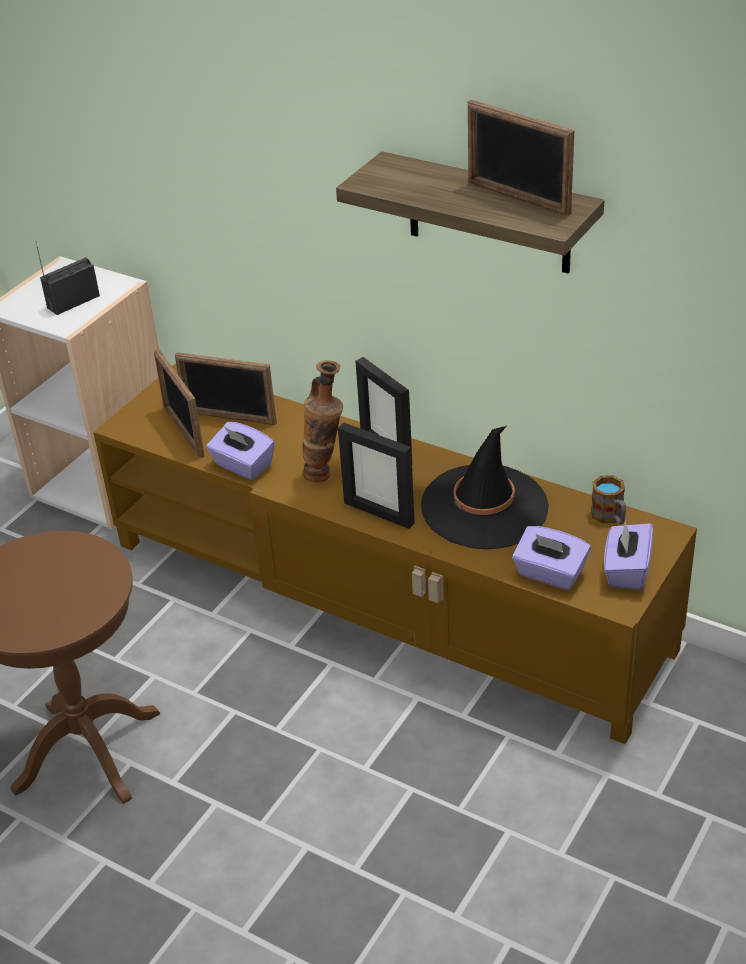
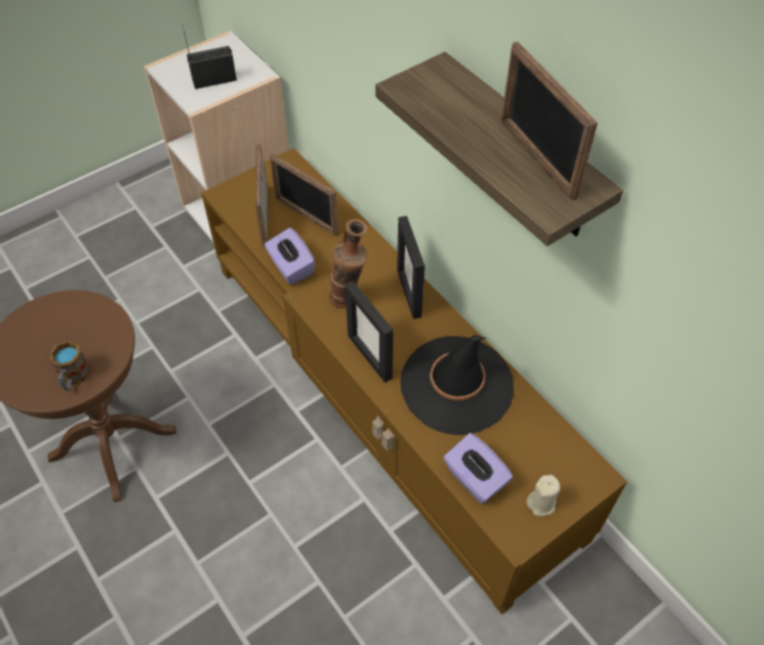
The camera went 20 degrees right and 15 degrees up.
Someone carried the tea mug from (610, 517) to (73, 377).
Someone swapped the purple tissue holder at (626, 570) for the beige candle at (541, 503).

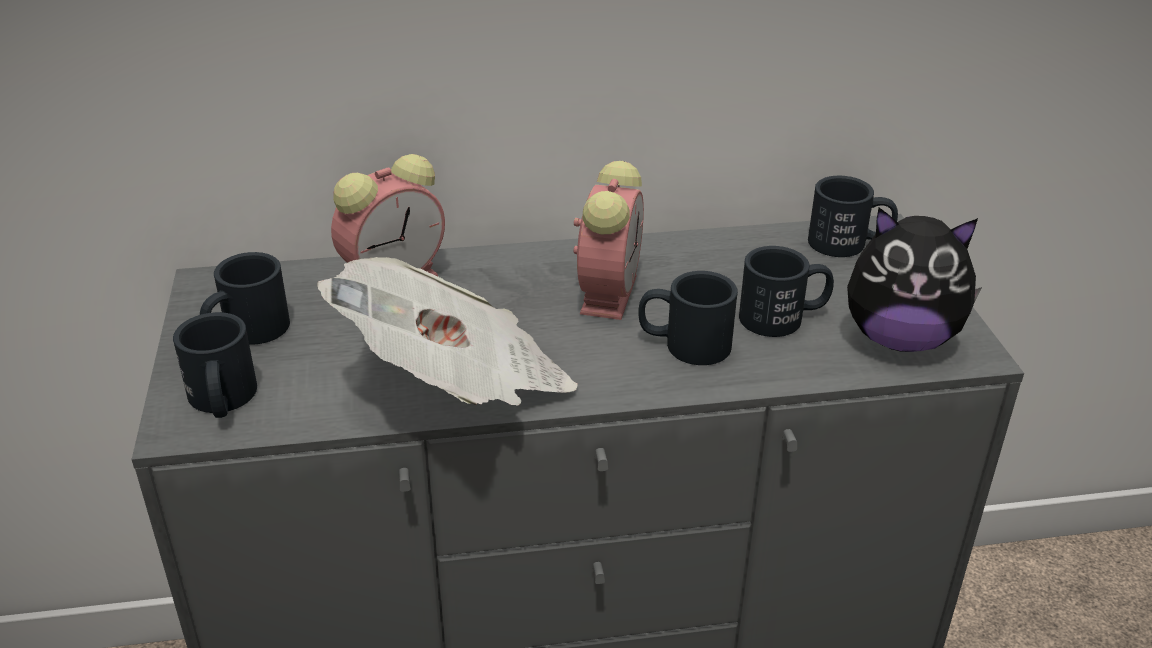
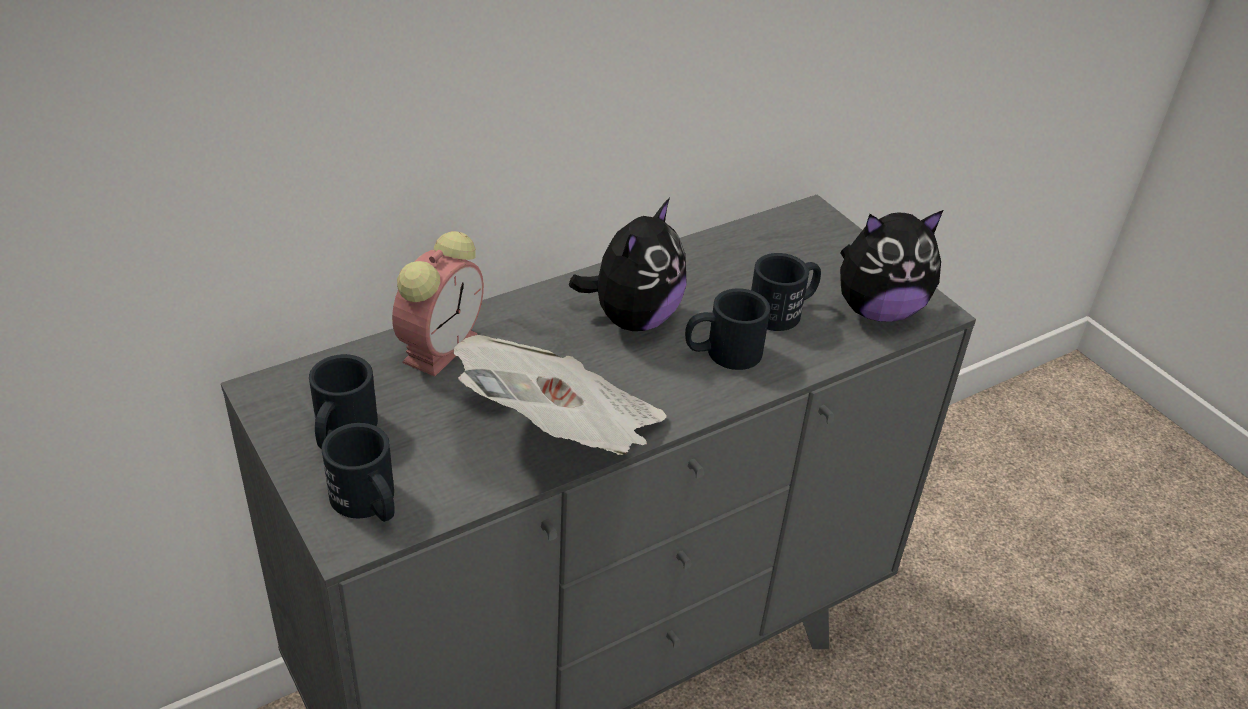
The camera went 25 degrees left and 5 degrees up.
Someone took away the black tea mug at (849, 243).
Someone swapped the bedside clock at (608, 292) for the soft toy at (633, 318).

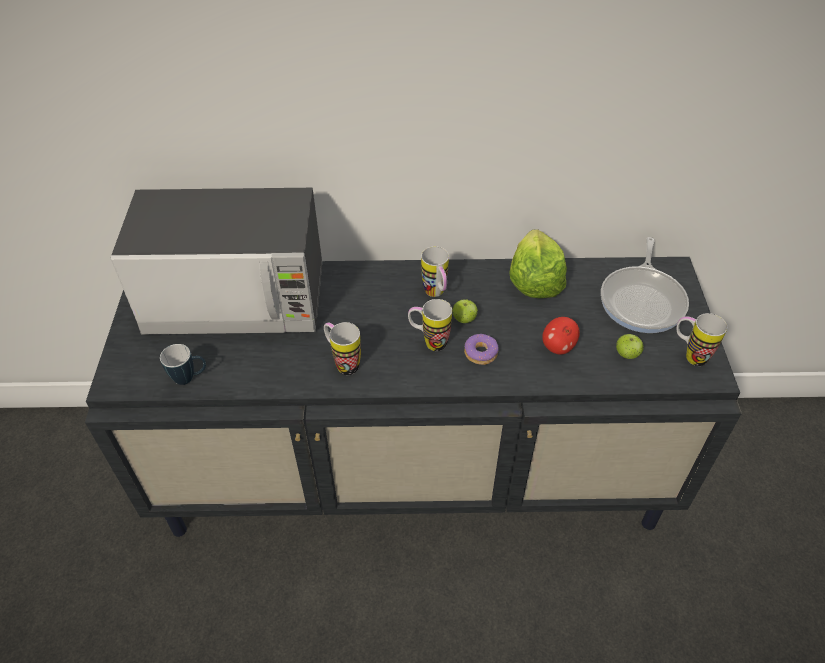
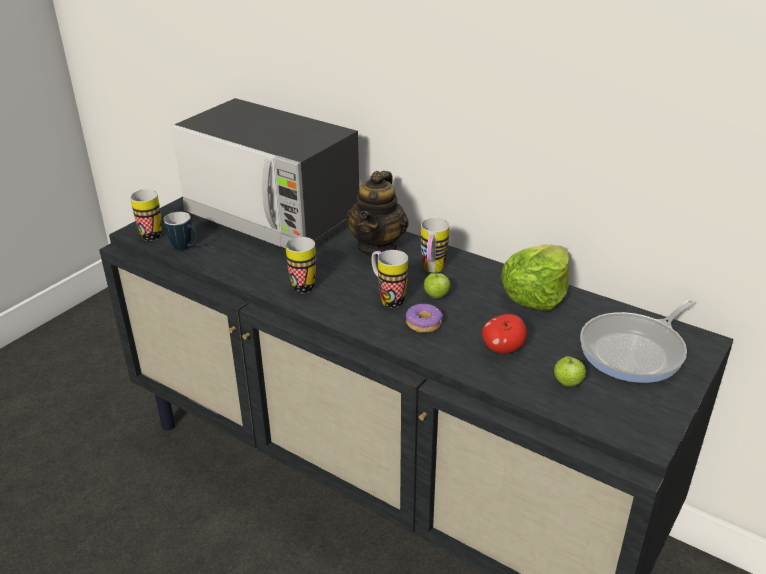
The camera went 35 degrees right and 15 degrees down.
Someone put down the tea pot at (378, 247).
Someone carried the tea mug from (689, 355) to (150, 233).

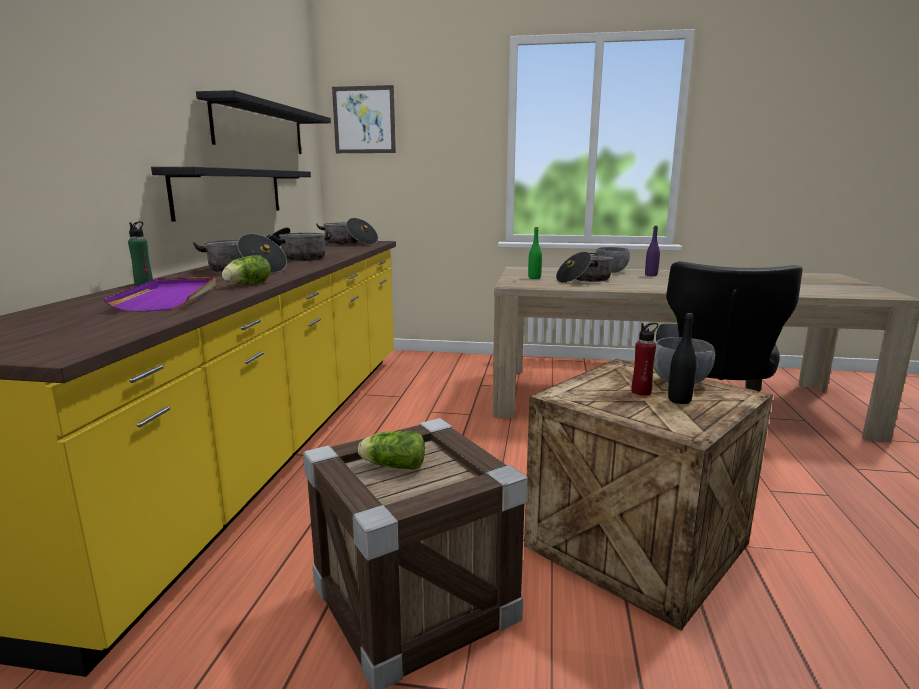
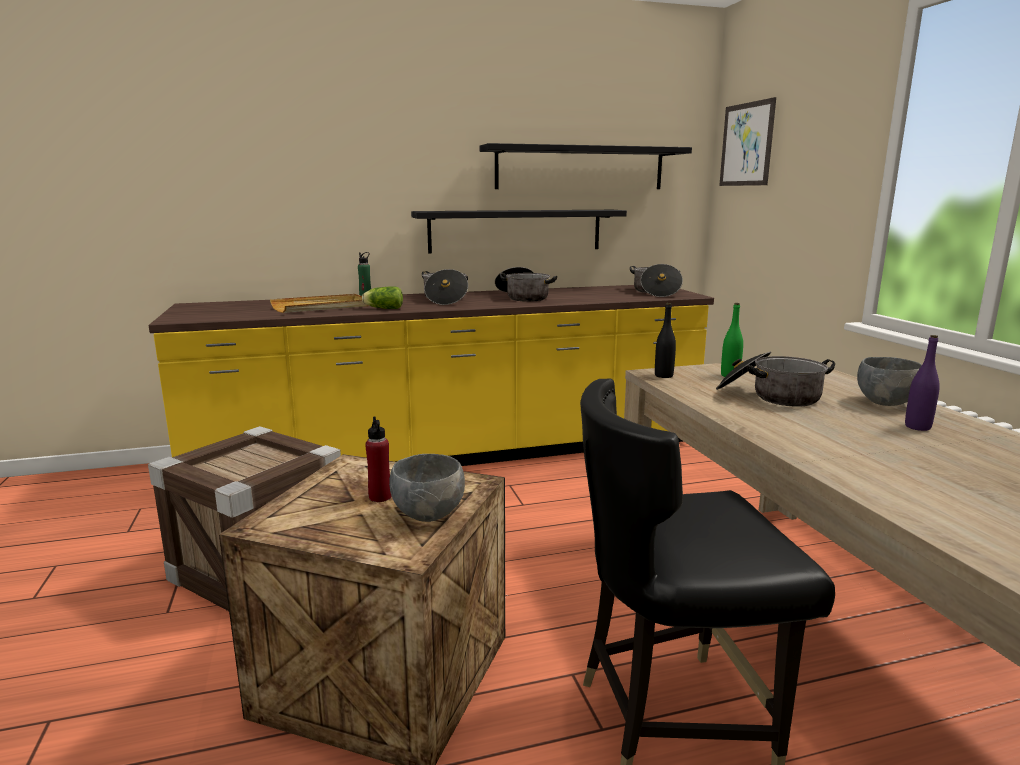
The camera went 65 degrees right and 0 degrees up.
Someone took away the lettuce at (391, 466).
Someone carried the black beverage bottle from (679, 400) to (663, 376).
Someone repainted the purple carrying tray at (170, 297), which became the beige carrying tray at (322, 307).

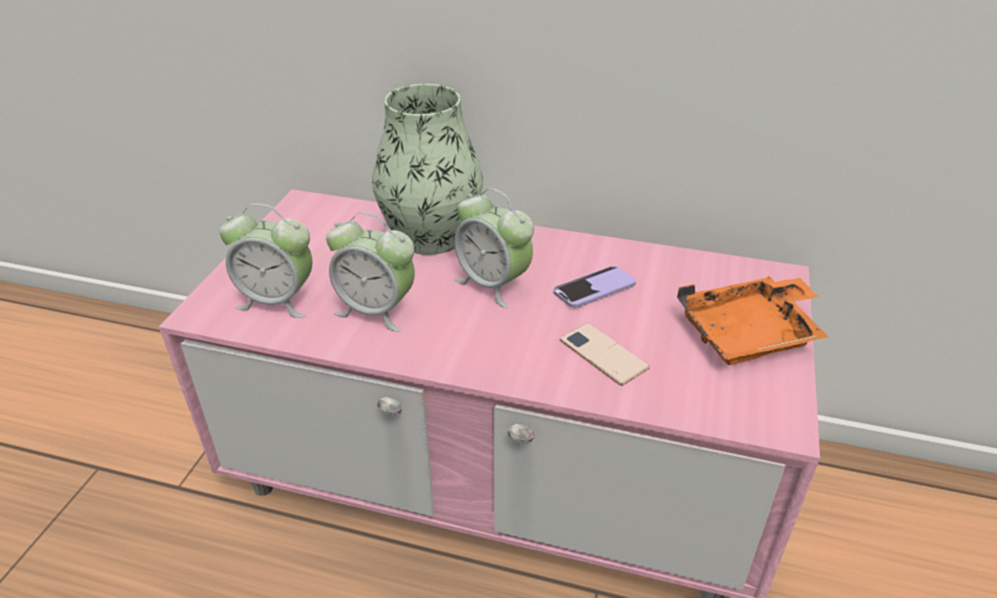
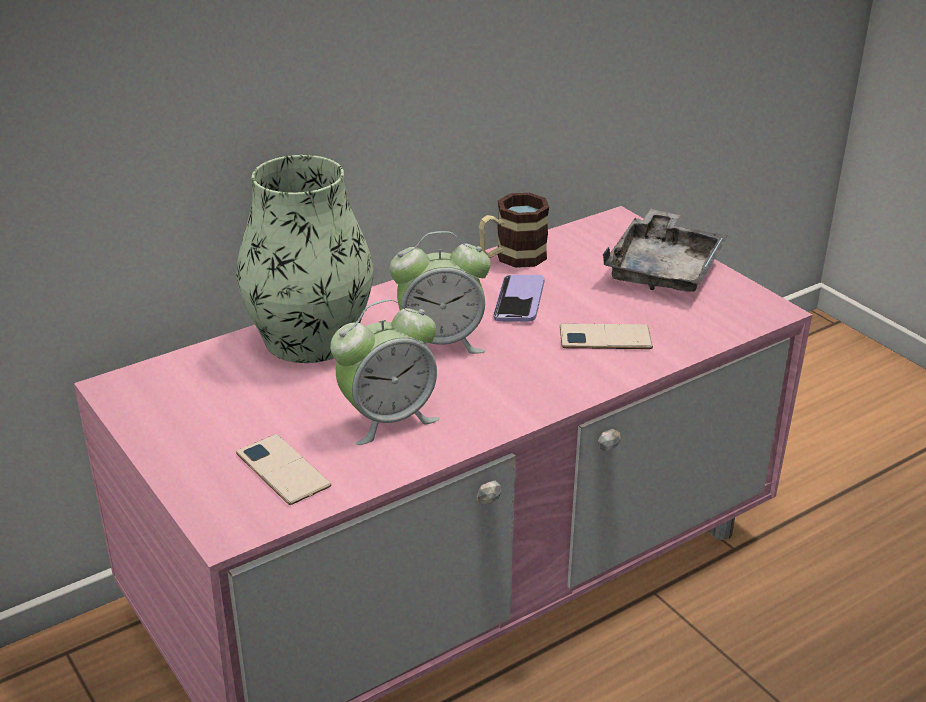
The camera went 50 degrees left and 5 degrees down.
Someone put down the tea mug at (511, 258).
Someone swapped the bedside clock at (278, 300) for the handset at (283, 470).
Someone repainted the orange-coloured carrying tray at (749, 334), which became the gray carrying tray at (664, 269).

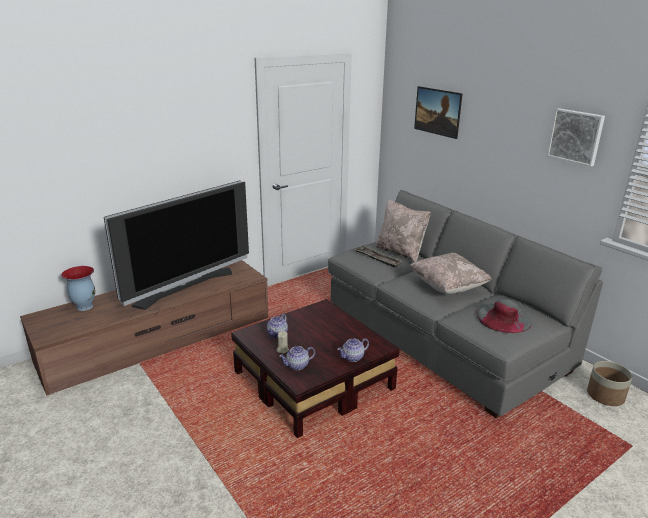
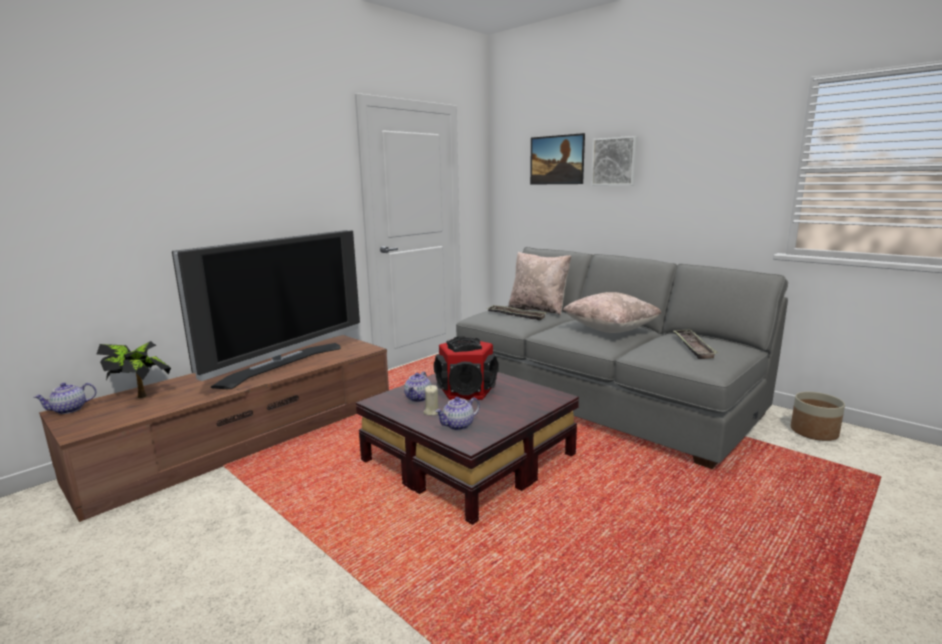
The camera went 10 degrees left and 10 degrees down.
Someone put down the audio speaker at (467, 391).
Someone carried the tea pot from (352, 357) to (69, 410).
Someone carried the wall art from (576, 136) to (614, 161).
Someone swapped the flower vase at (84, 307) for the houseplant at (140, 394).
Someone swapped the gray hat at (503, 318) for the carrying tray at (693, 347).

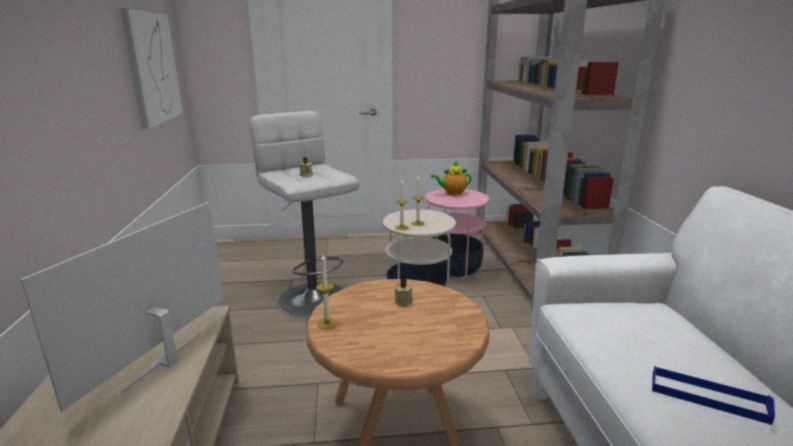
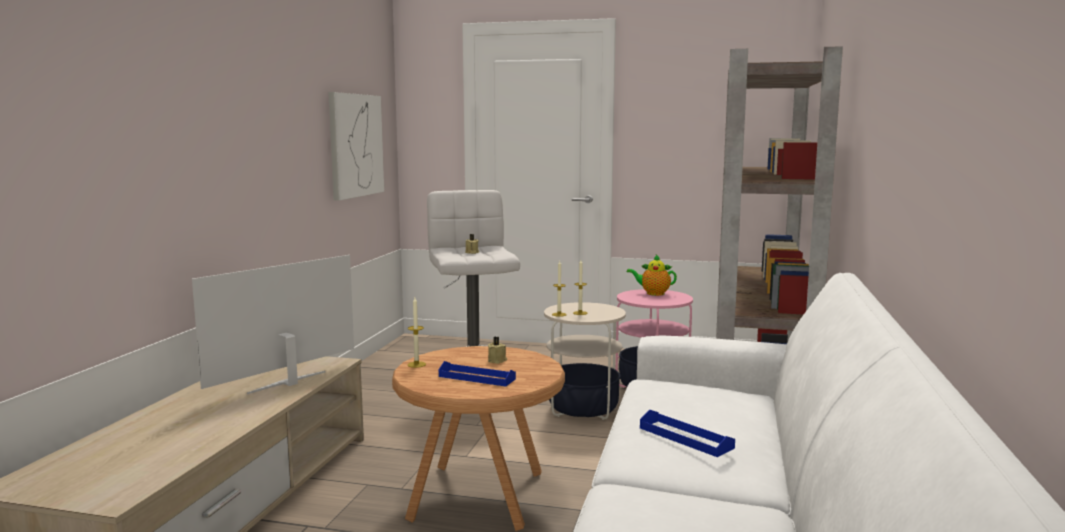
The camera went 20 degrees right and 10 degrees down.
Someone put down the blue-coloured carrying tray at (477, 378).

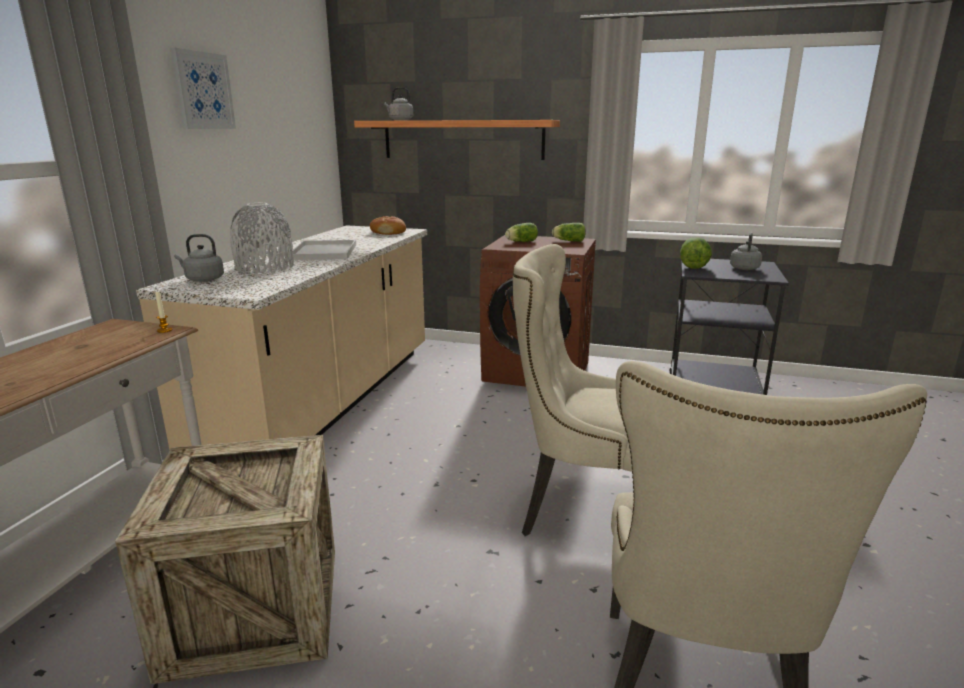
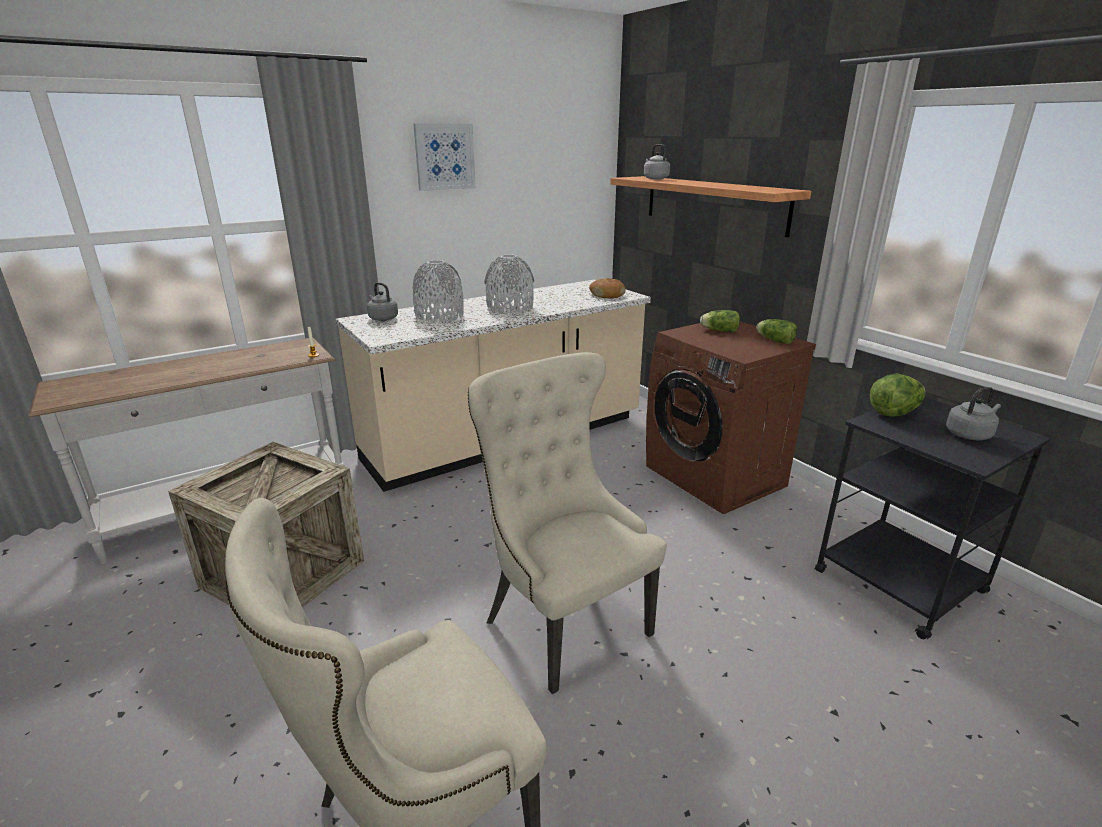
The camera went 40 degrees right and 5 degrees up.
Someone swapped the whitish carrying tray at (323, 251) for the gray flower vase at (510, 307).

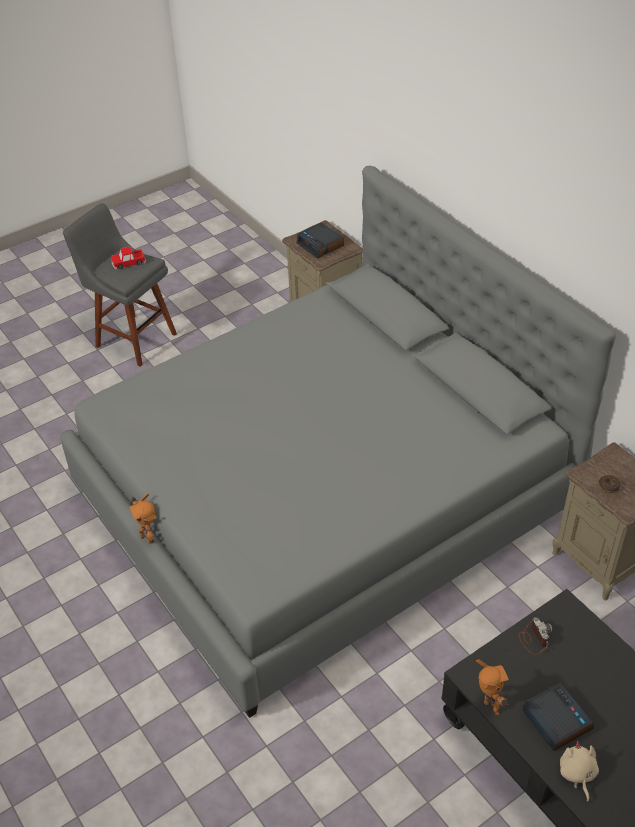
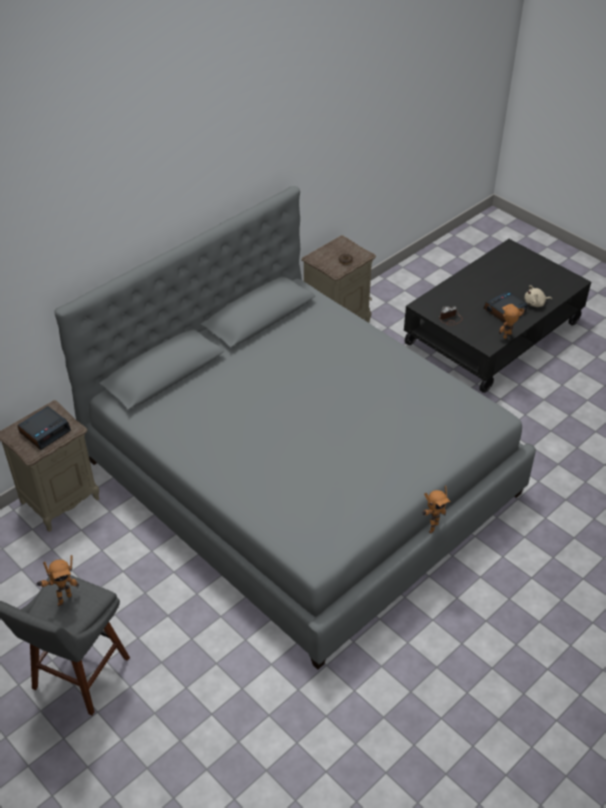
The camera went 100 degrees left and 0 degrees up.
Someone swapped the toy car at (128, 262) for the toy robot at (62, 598).

